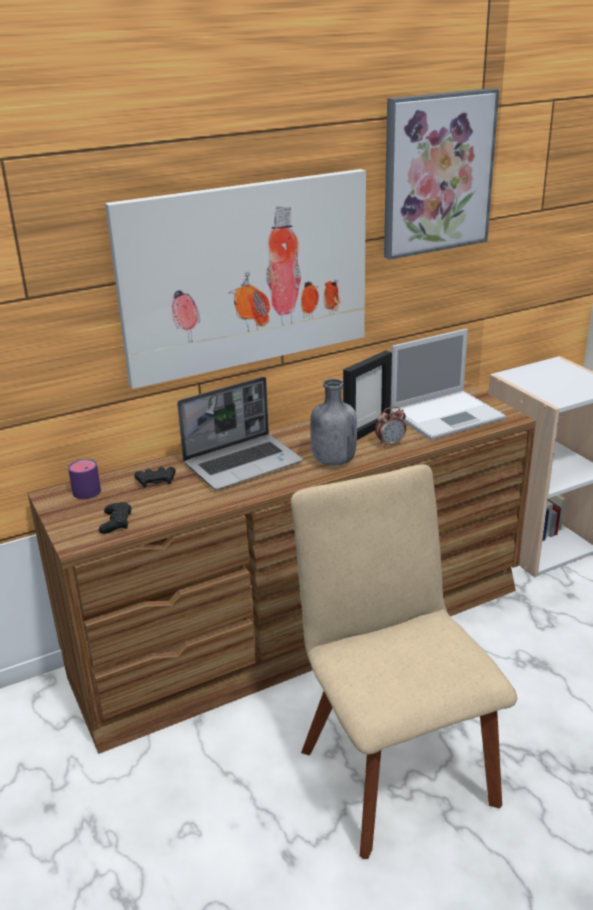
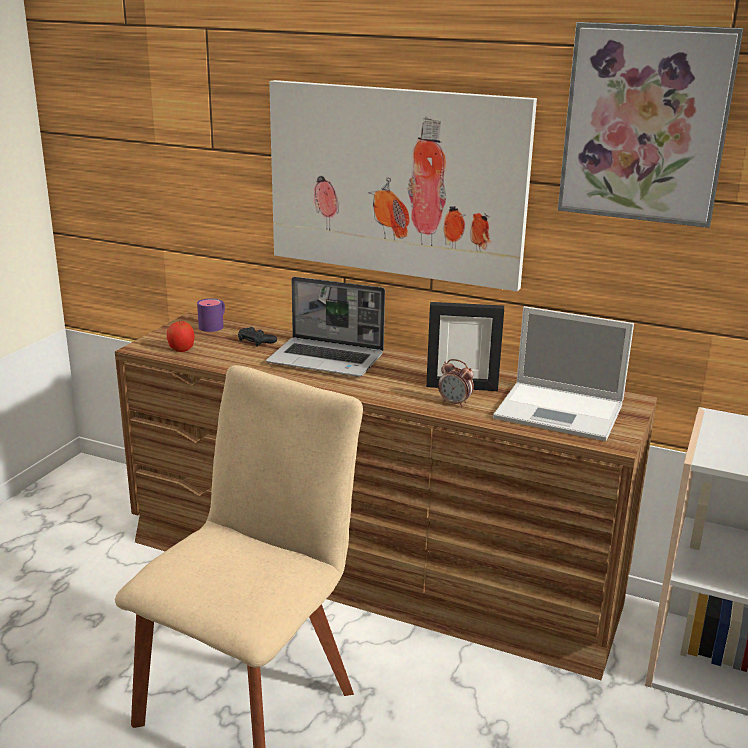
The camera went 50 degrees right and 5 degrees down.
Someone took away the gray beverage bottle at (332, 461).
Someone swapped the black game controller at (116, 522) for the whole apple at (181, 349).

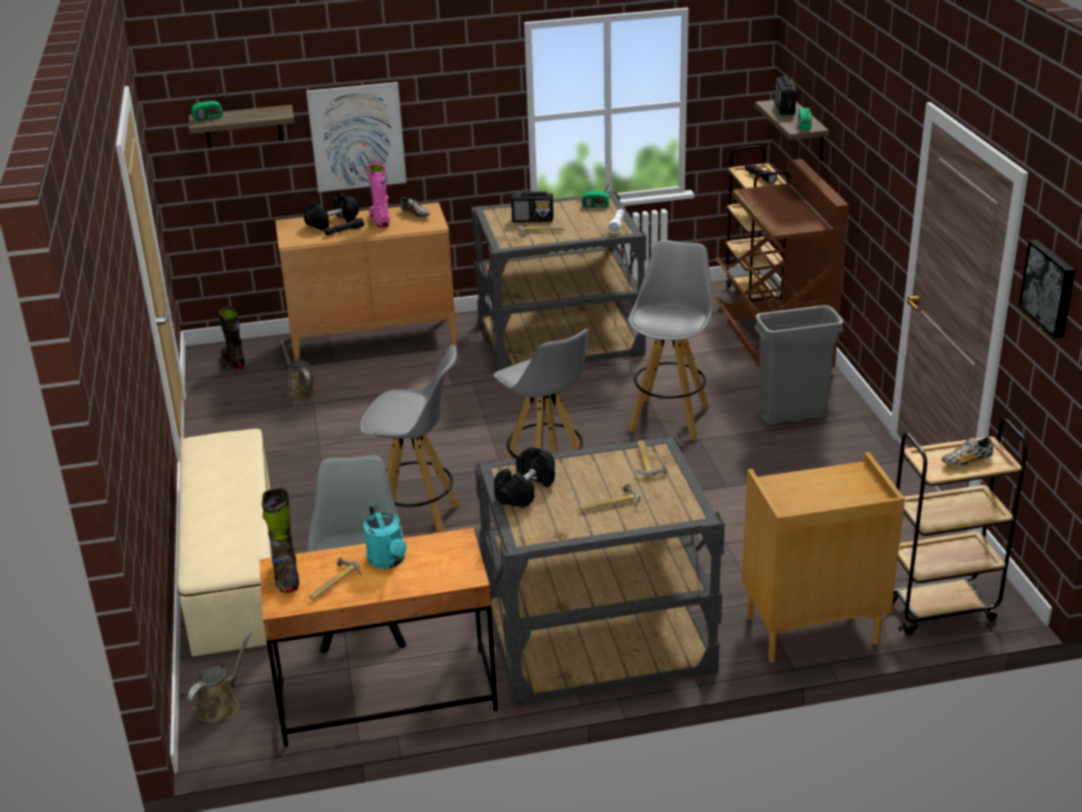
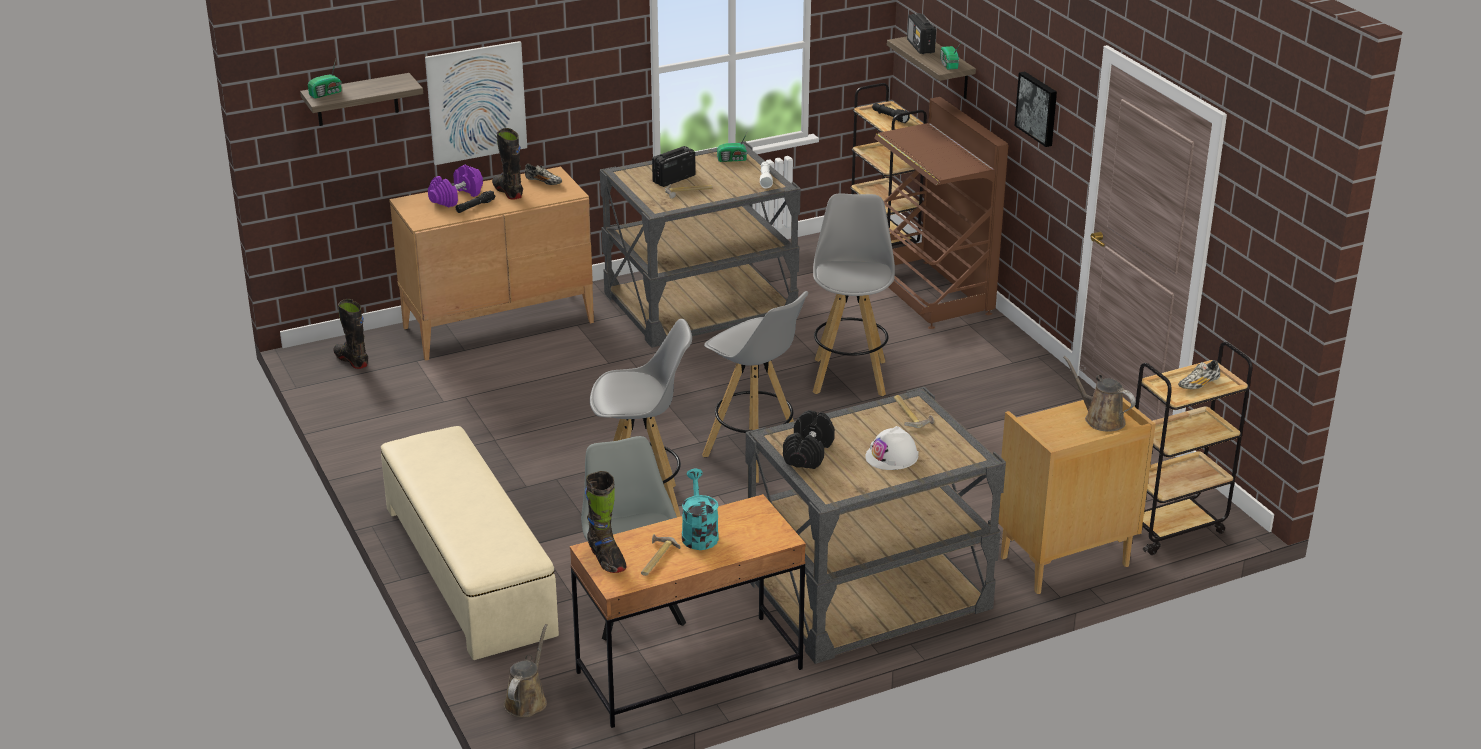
The camera went 15 degrees left and 0 degrees up.
Someone took away the gray waste bin at (793, 416).
Someone carried the brownish watering pot from (300, 391) to (1101, 419).
Someone carried the wall art from (1050, 287) to (1038, 108).
Someone swapped the hammer at (608, 503) for the whitish safety helmet at (892, 456).
Someone repainted the black free weight at (332, 222), which became the purple free weight at (456, 197).
Someone repainted the pink boot at (380, 220), which became the black boot at (508, 191).
Someone rotated the turquoise watering pot at (389, 561) by 150 degrees counterclockwise.
Someone rotated the radio receiver at (533, 219) by 150 degrees clockwise.

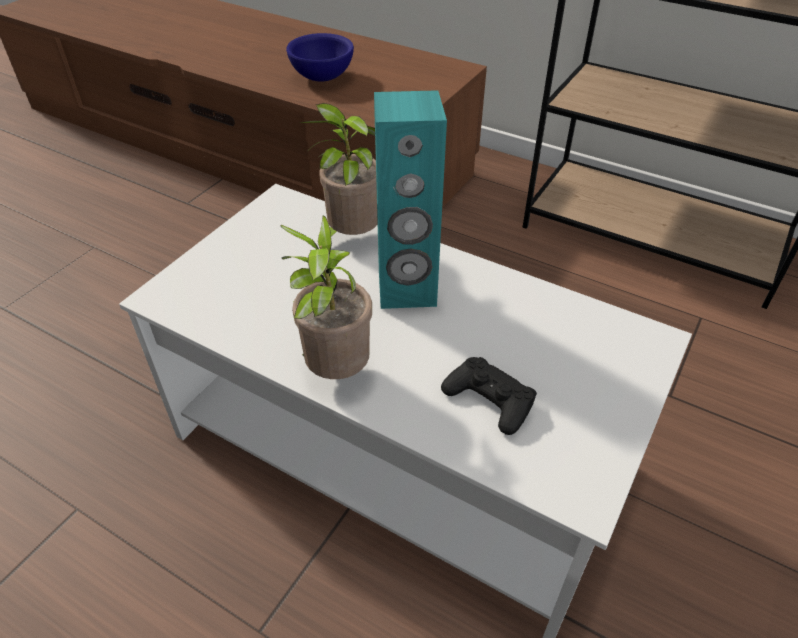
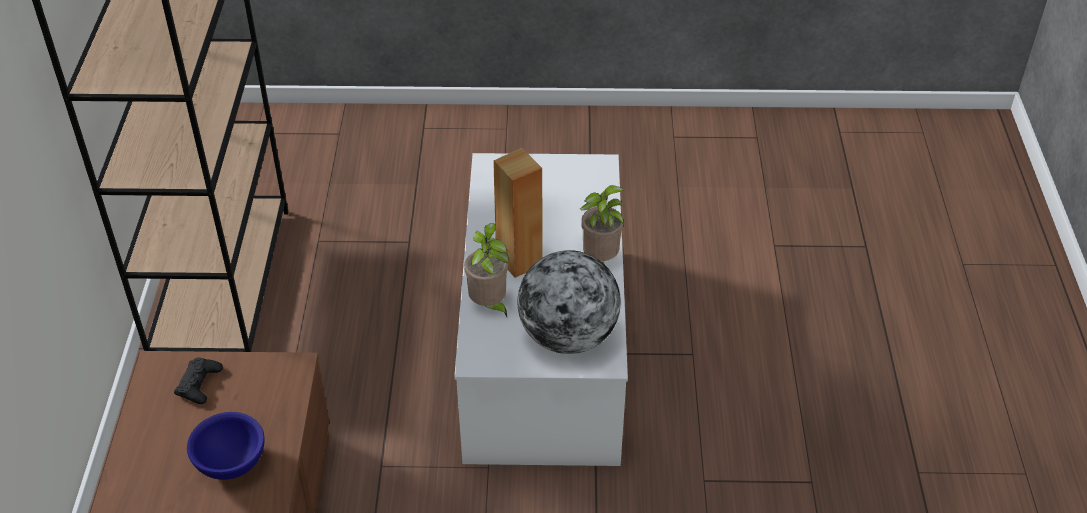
The camera went 120 degrees left and 0 degrees up.
Someone put down the world globe at (568, 337).
Someone carried the black game controller from (489, 399) to (199, 384).
Someone repainted the turquoise audio speaker at (407, 291), which became the brownish audio speaker at (519, 260).

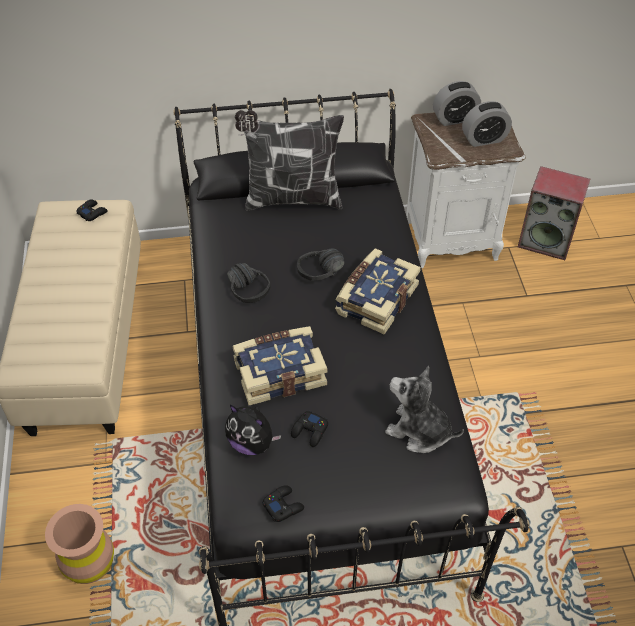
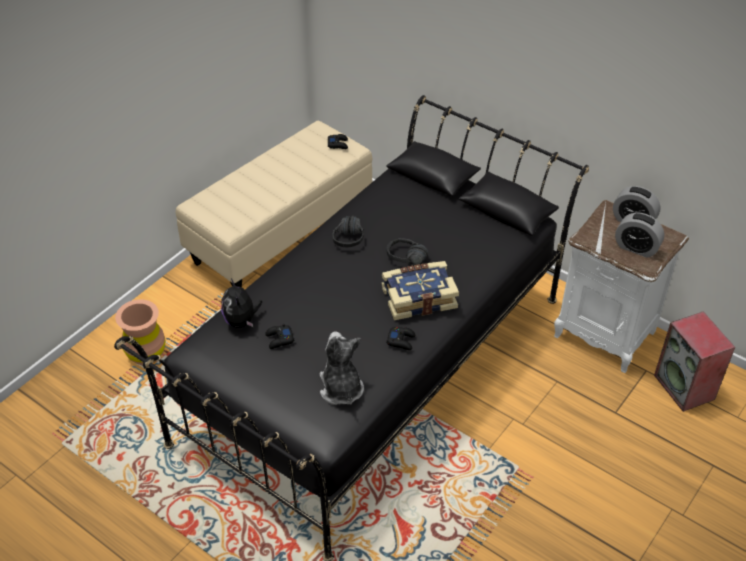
The camera went 45 degrees right and 5 degrees down.
Someone took away the volume at (279, 372).
Someone took away the throw pillow at (291, 198).
Someone carried the black game controller from (283, 505) to (401, 340).

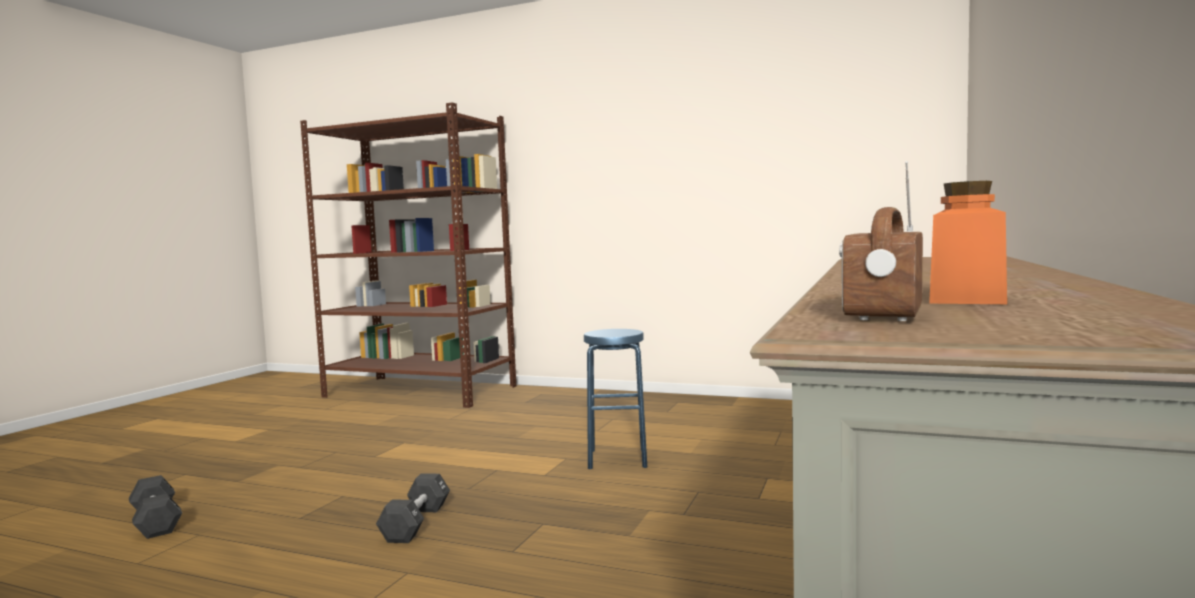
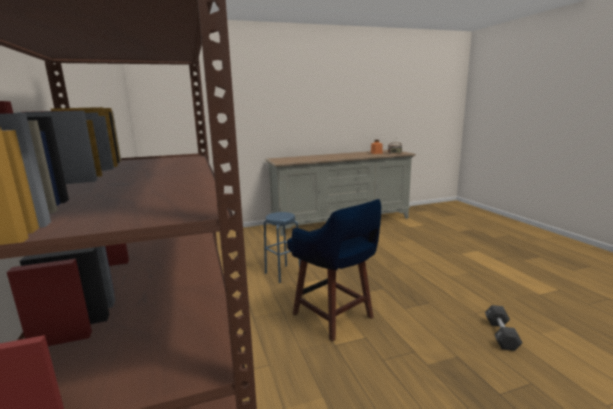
The camera went 130 degrees left and 10 degrees up.
Someone took away the black free weight at (416, 523).
Someone put down the blue-coloured sitting stool at (334, 317).

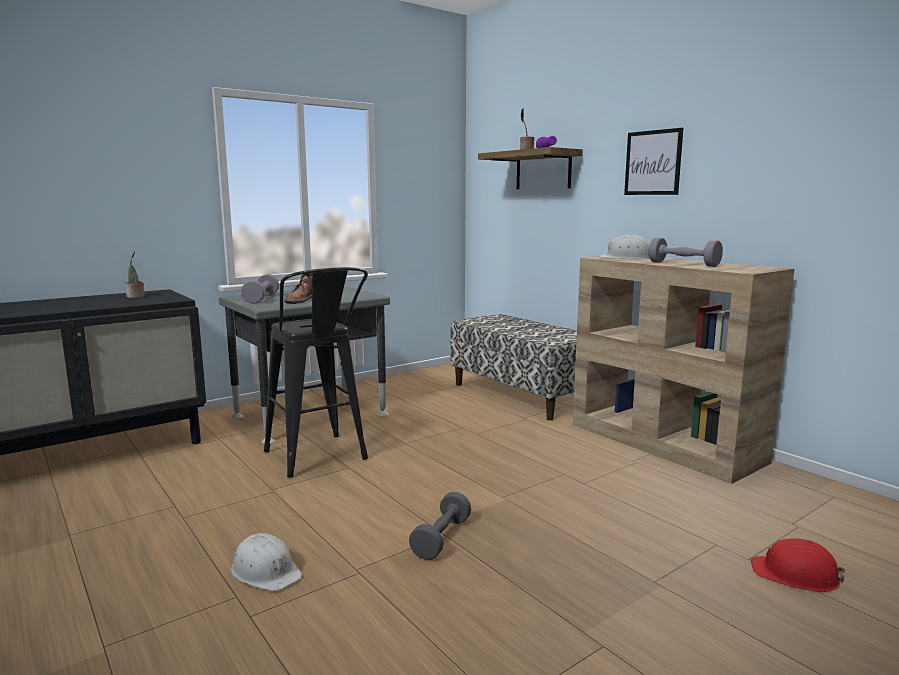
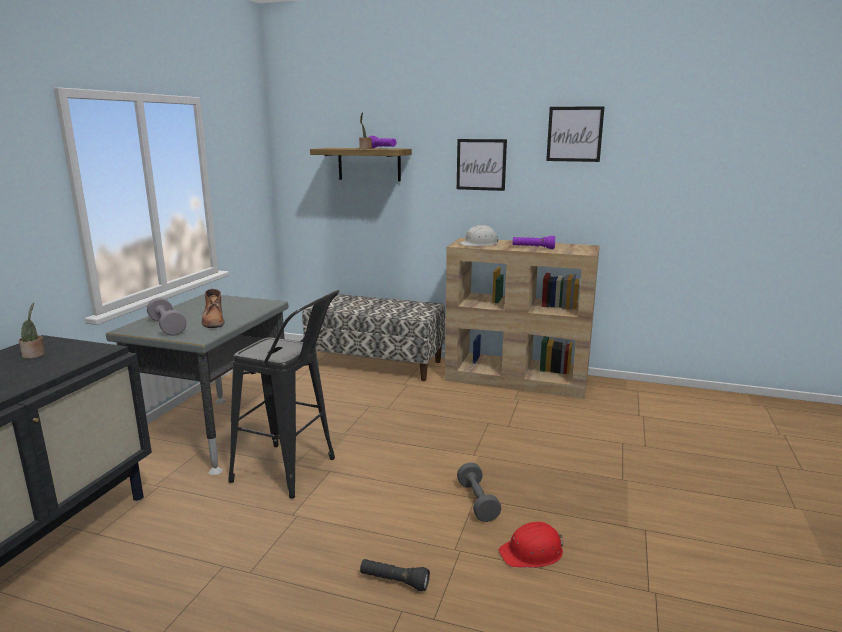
The camera went 35 degrees left and 5 degrees up.
Someone put up the wall art at (574, 134).
Someone carried the red-coloured safety helmet from (796, 575) to (532, 552).
Someone swapped the whitish safety helmet at (266, 571) for the black torch at (394, 582).
Someone swapped the gray free weight at (683, 264) for the purple torch at (533, 248).

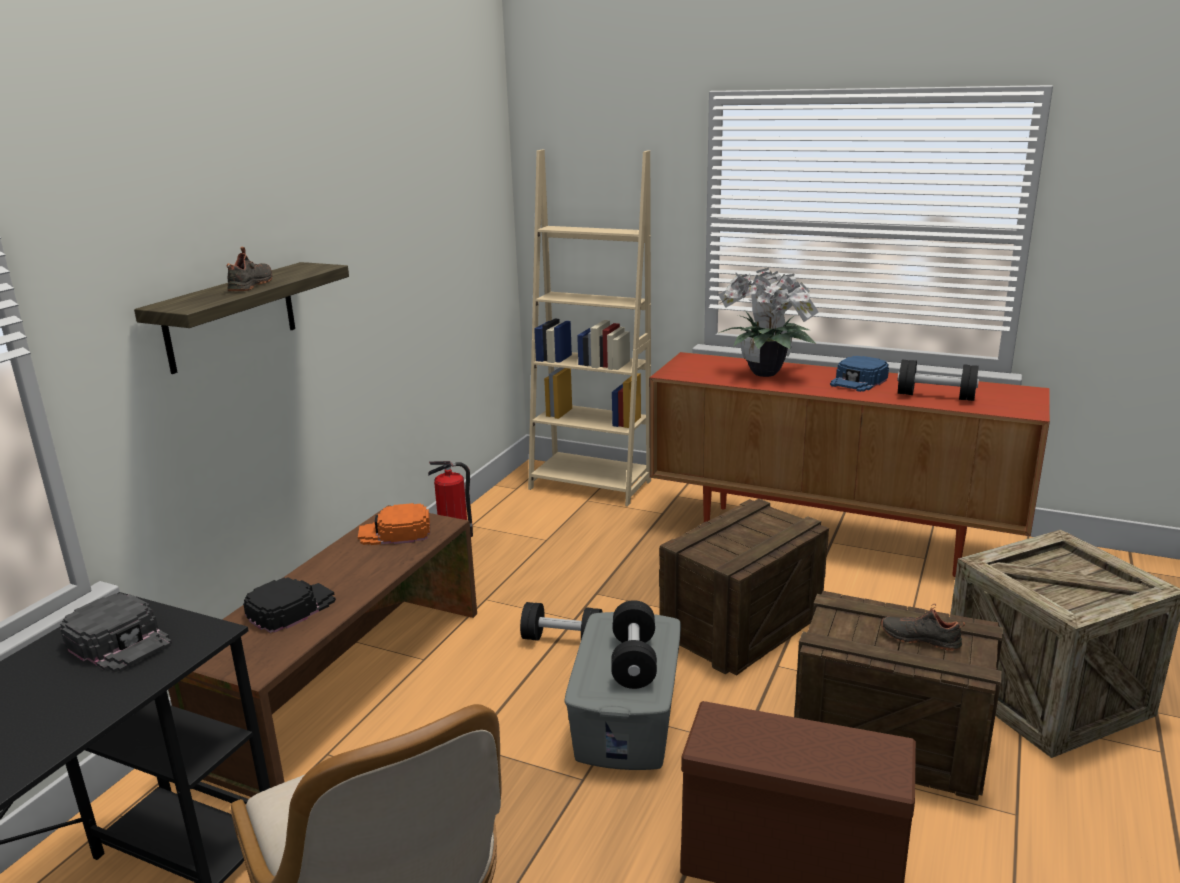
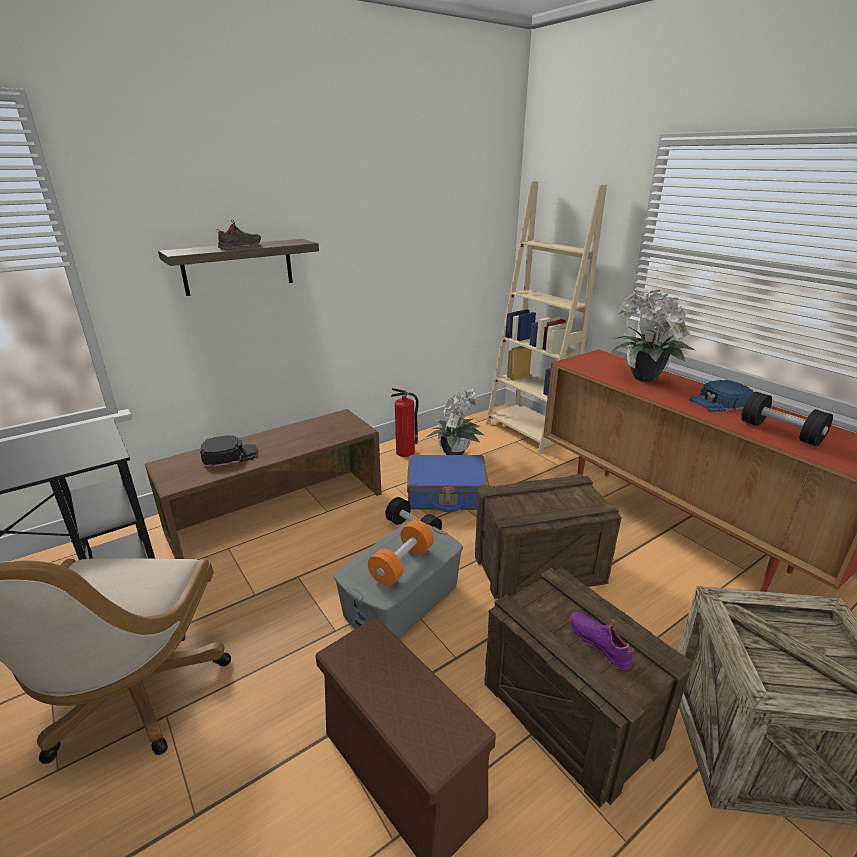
The camera went 30 degrees right and 5 degrees up.
Someone took away the black cap at (120, 642).
Someone took away the orange-coloured cap at (395, 532).
Someone put down the blue-coloured suitcase at (447, 493).
Someone put down the houseplant at (455, 454).
Someone repainted the black free weight at (634, 661), which became the orange-coloured free weight at (402, 564).
Someone repainted the black shoe at (920, 638), which became the purple shoe at (600, 643).

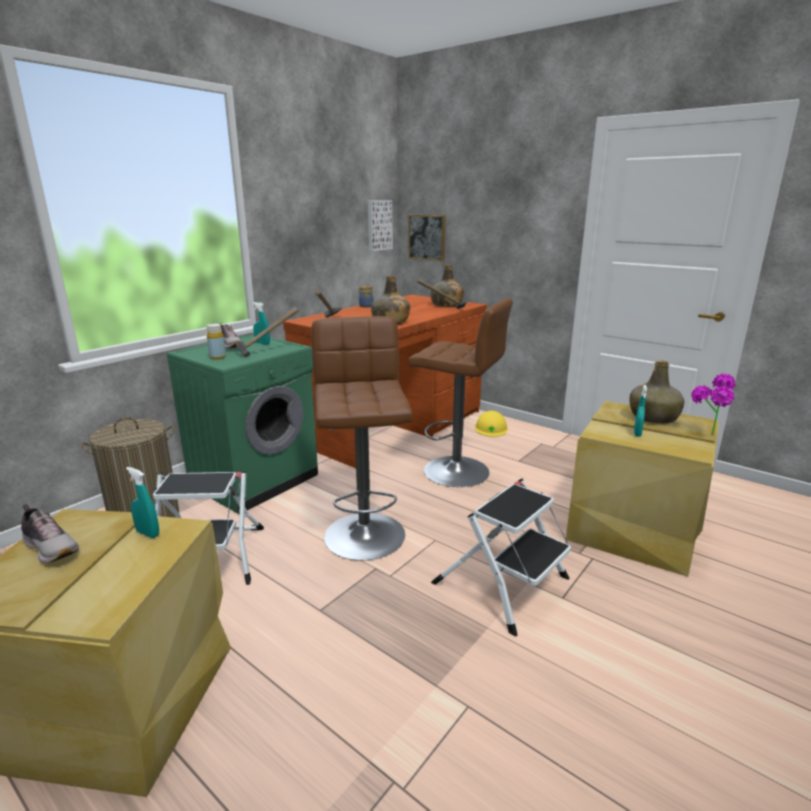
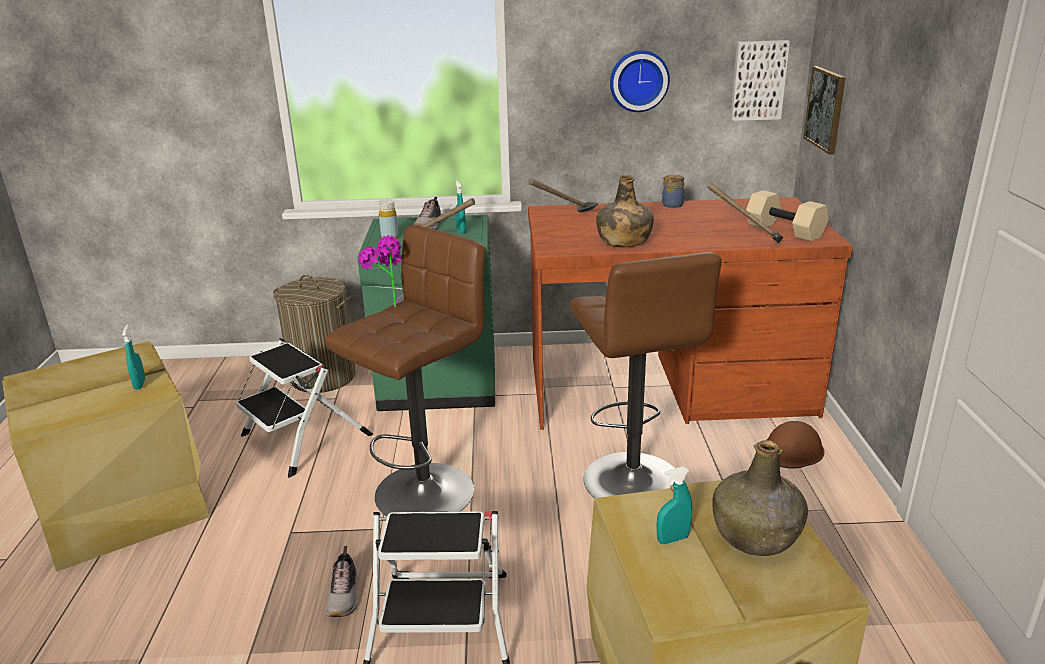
The camera went 50 degrees right and 5 degrees up.
Someone put up the wall clock at (638, 80).
Someone carried the shoe from (51, 548) to (344, 595).
Someone carried the houseplant from (706, 435) to (387, 305).
Someone swapped the green beverage bottle at (446, 305) for the beige free weight at (783, 230).
Someone repainted the yellow safety helmet at (491, 428), which became the brownish safety helmet at (791, 450).

